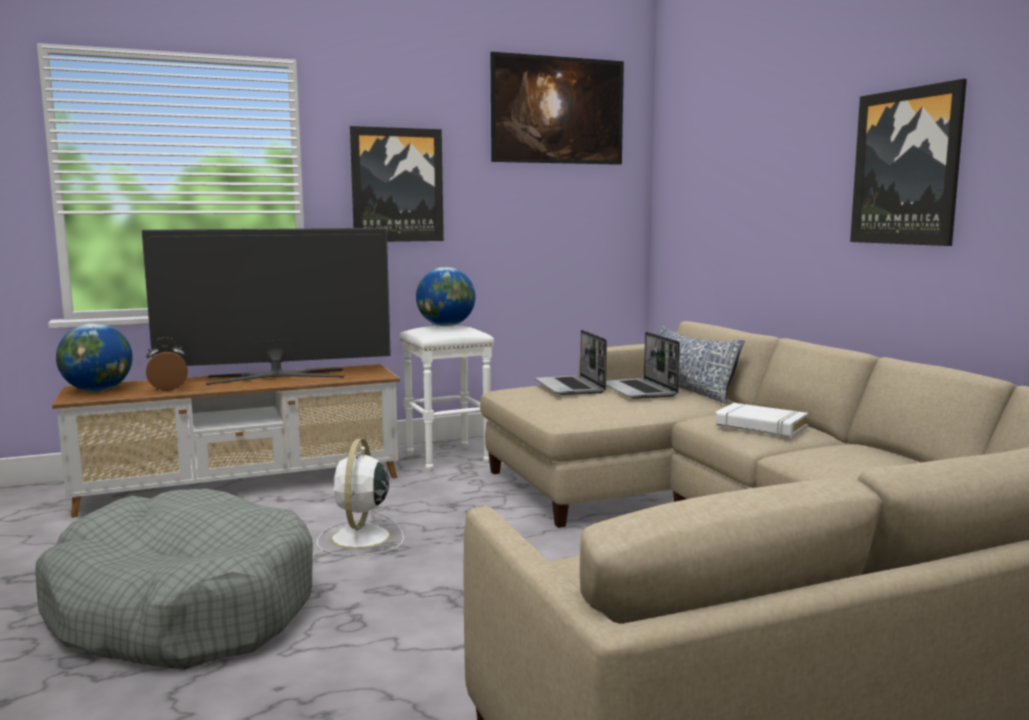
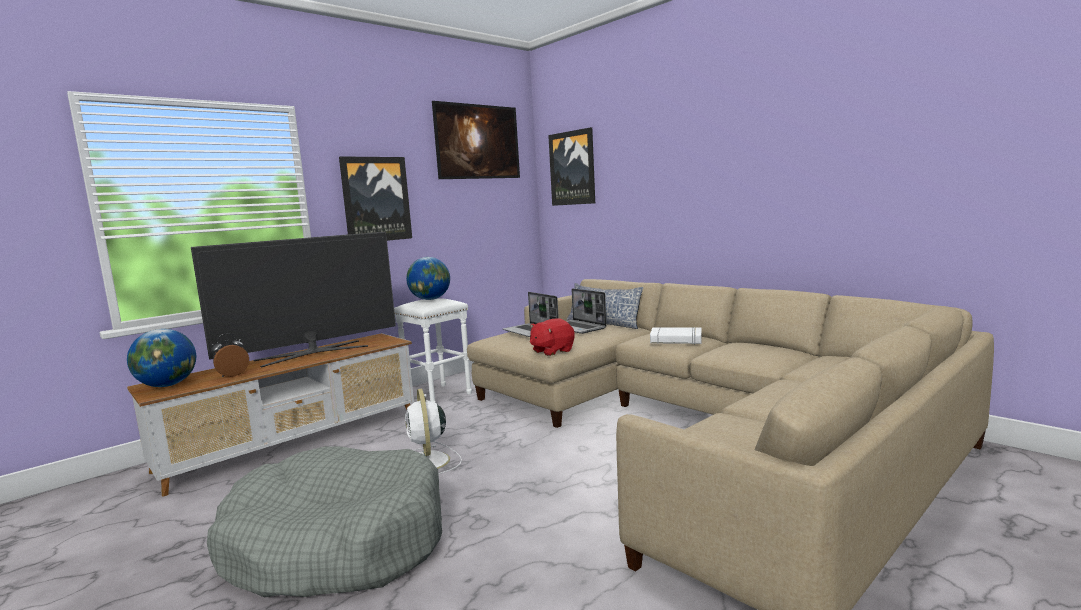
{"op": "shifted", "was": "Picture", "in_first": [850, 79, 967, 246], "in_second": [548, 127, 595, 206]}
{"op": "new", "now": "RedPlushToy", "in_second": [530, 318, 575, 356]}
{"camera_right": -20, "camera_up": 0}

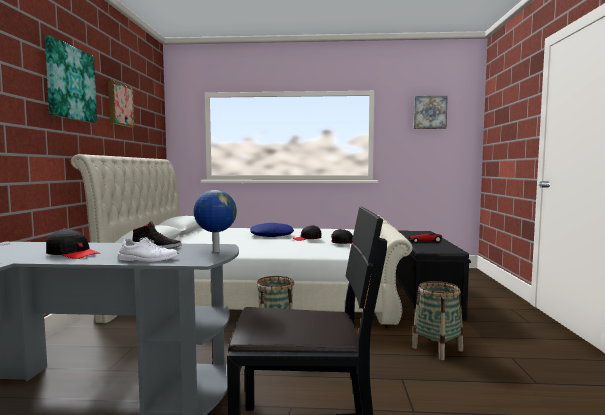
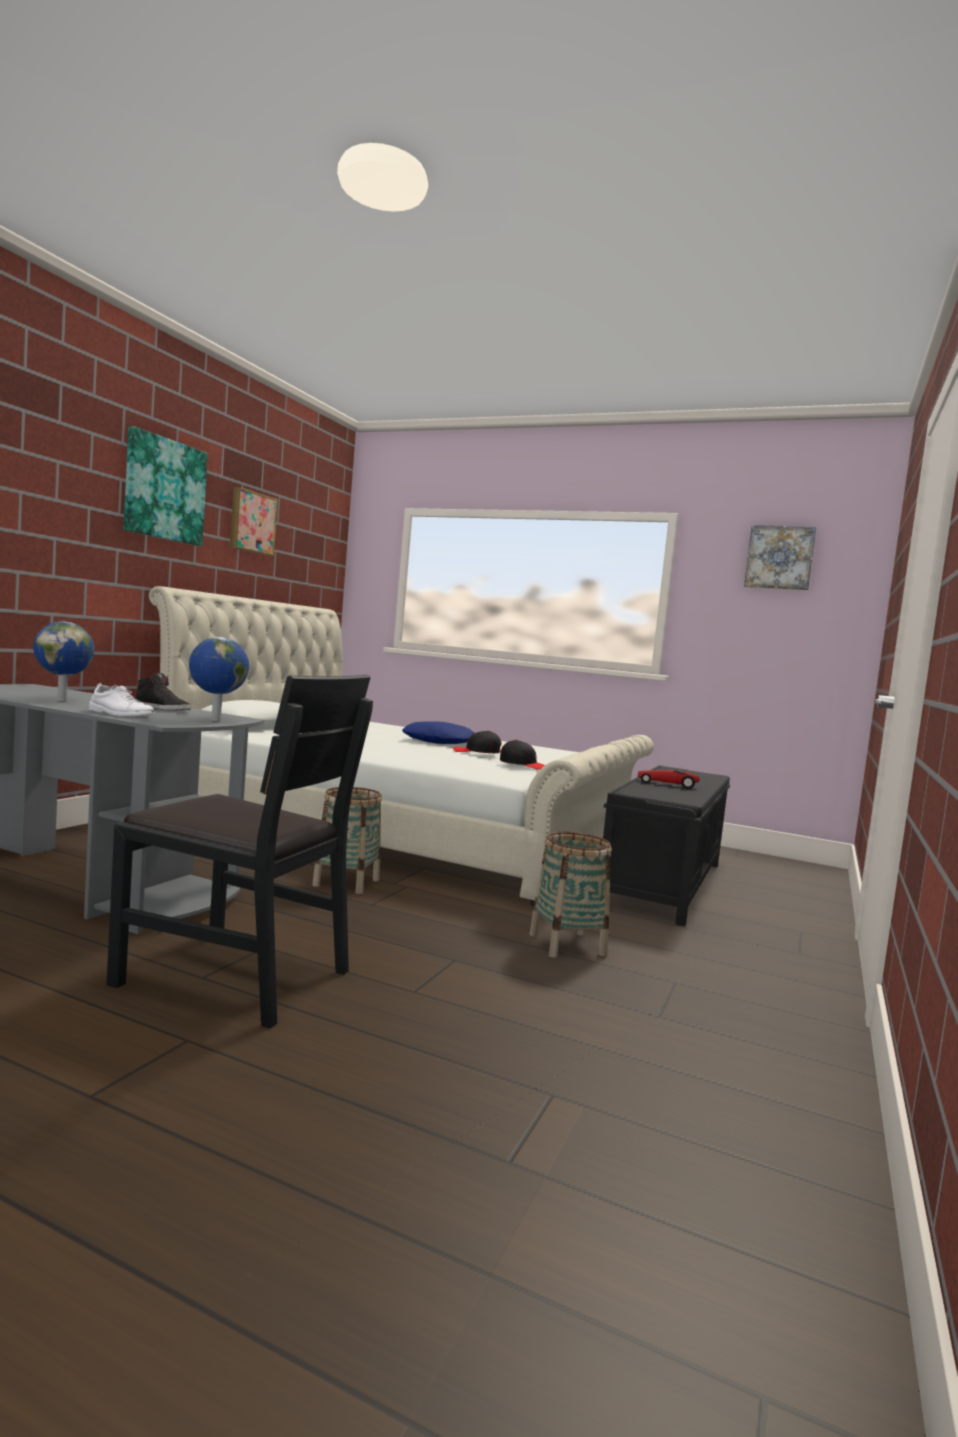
{"op": "swapped", "was": "BlackCap", "now": "Globe", "in_first": [46, 229, 100, 259], "in_second": [33, 621, 95, 701]}
{"camera_right": 20, "camera_up": 0}

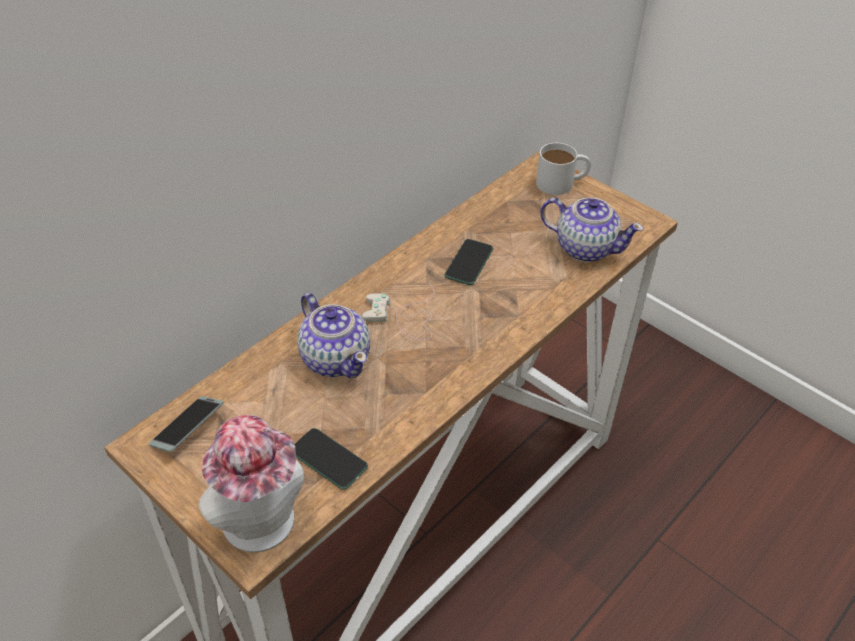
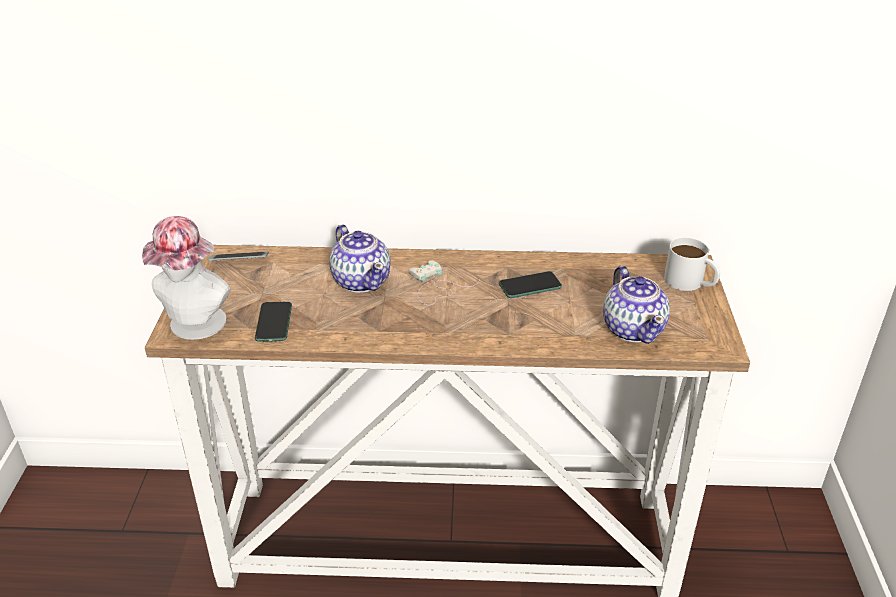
{"op": "rotated", "was": "Teapot", "in_first": [298, 293, 370, 378], "in_second": [329, 224, 390, 293], "clockwise": -45}
{"camera_right": 50, "camera_up": -10}

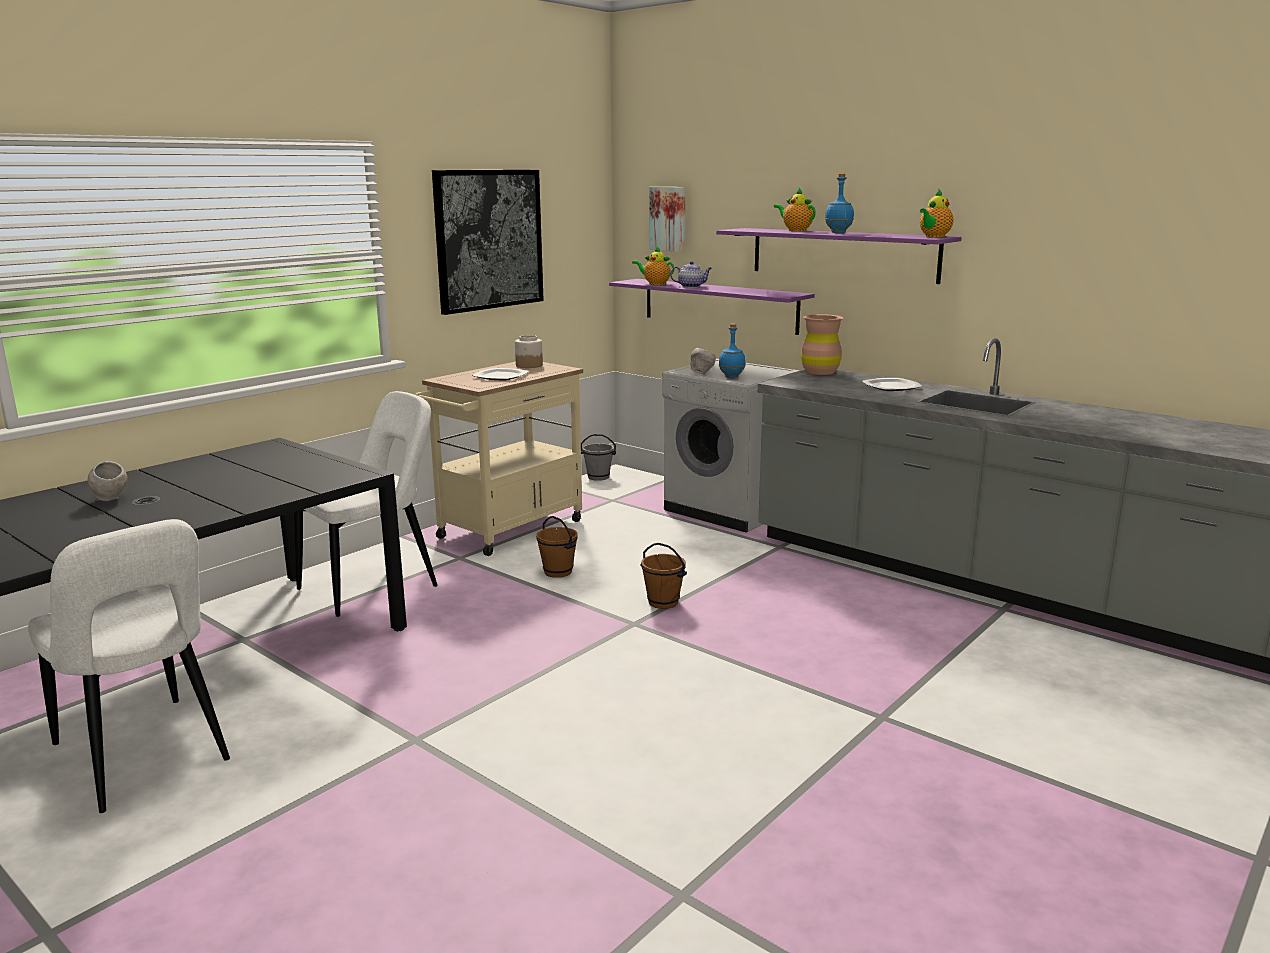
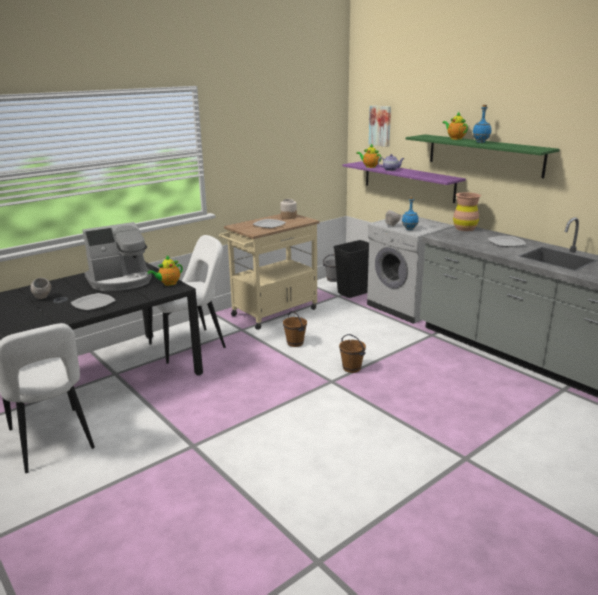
{"op": "gone", "was": "Picture", "in_first": [432, 170, 544, 315]}
{"op": "repainted", "was": "PurpleShelf", "now": "GreenShelf", "in_first": [716, 228, 962, 284], "in_second": [406, 135, 560, 178]}
{"op": "shifted", "was": "Teapot", "in_first": [920, 188, 954, 237], "in_second": [148, 255, 183, 286]}
{"op": "new", "now": "Plate", "in_second": [71, 293, 116, 311]}
{"op": "new", "now": "CoffeeMachine", "in_second": [82, 222, 152, 291]}
{"op": "new", "now": "BlackTrashCan", "in_second": [333, 240, 369, 298]}
{"camera_right": 10, "camera_up": 5}

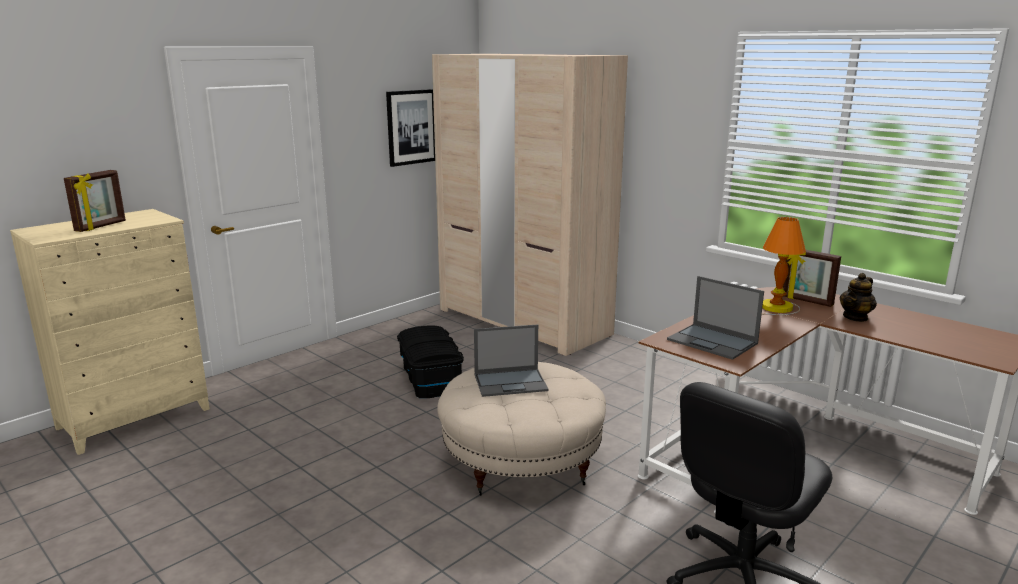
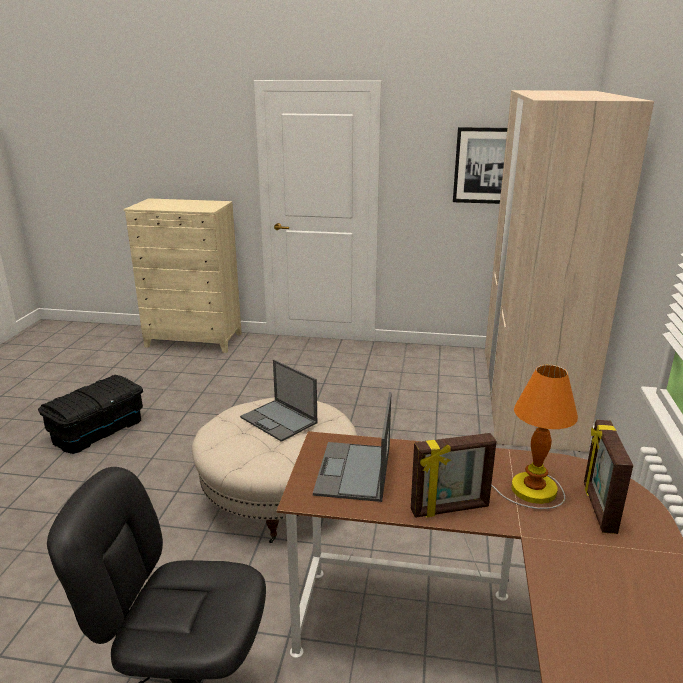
{"op": "shifted", "was": "PictureFrame", "in_first": [64, 170, 126, 232], "in_second": [411, 433, 496, 518]}
{"op": "shifted", "was": "BlackStorageBox", "in_first": [397, 325, 464, 399], "in_second": [38, 375, 143, 454]}
{"op": "gone", "was": "Teapot", "in_first": [840, 273, 877, 322]}
{"camera_right": 55, "camera_up": 5}

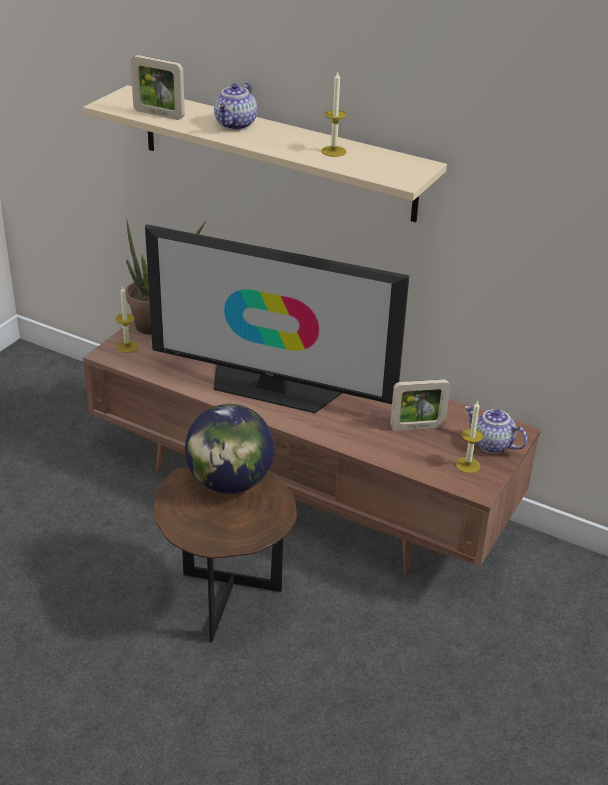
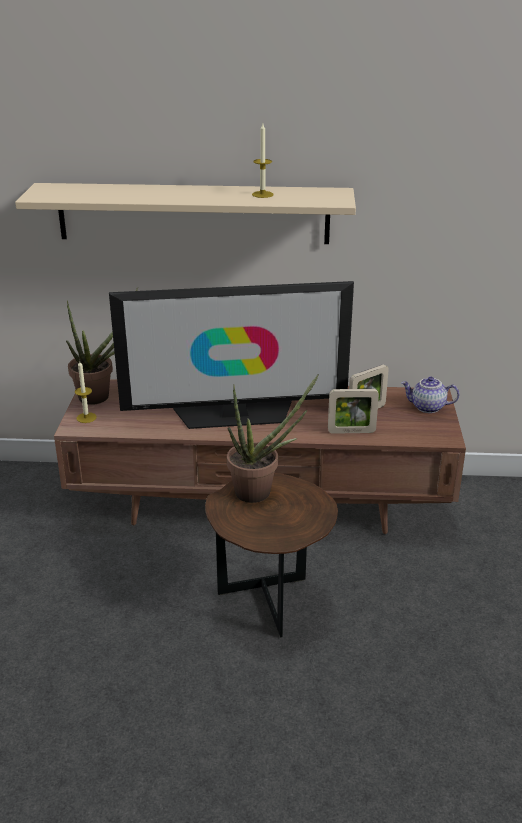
{"op": "shifted", "was": "PictureFrame", "in_first": [130, 55, 185, 120], "in_second": [328, 389, 379, 434]}
{"op": "swapped", "was": "Globe", "now": "PottedPlant", "in_first": [185, 404, 274, 494], "in_second": [227, 374, 319, 503]}
{"op": "gone", "was": "Teapot", "in_first": [214, 83, 257, 130]}
{"op": "gone", "was": "Candle", "in_first": [456, 400, 483, 473]}
{"camera_right": -25, "camera_up": -5}

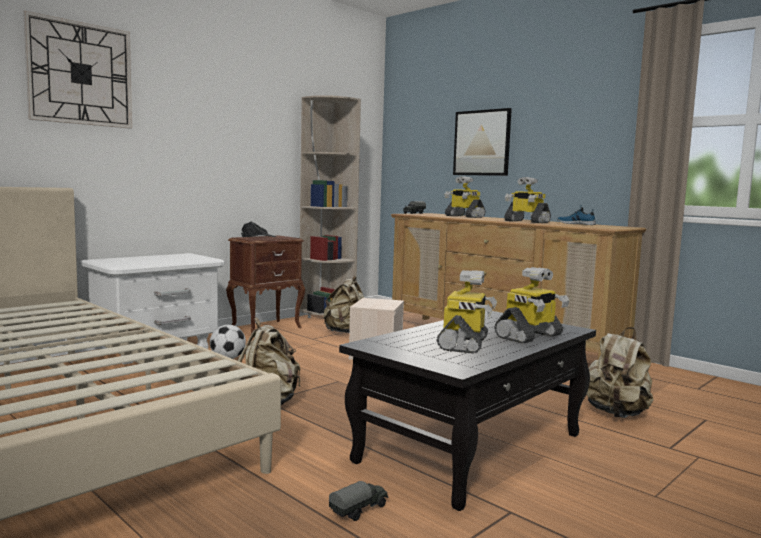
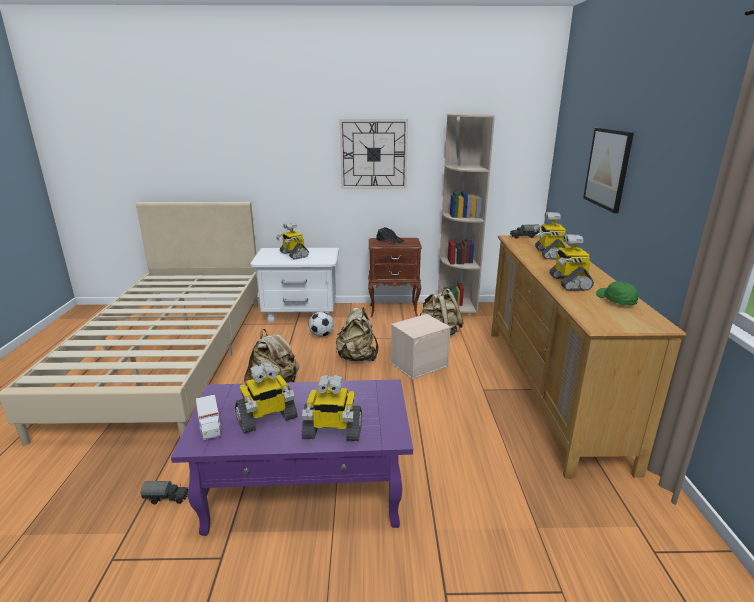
{"op": "shifted", "was": "WallClock", "in_first": [23, 11, 132, 129], "in_second": [339, 119, 408, 189]}
{"op": "repainted", "was": "BlackCoffeeTable", "now": "PurpleCoffeeTable", "in_first": [339, 310, 596, 511], "in_second": [171, 379, 413, 536]}
{"op": "swapped", "was": "Shoe", "now": "GreenCap", "in_first": [557, 205, 596, 225], "in_second": [596, 281, 639, 306]}
{"op": "shifted", "was": "BeigeBackpack", "in_first": [586, 327, 654, 418], "in_second": [336, 307, 378, 361]}
{"op": "new", "now": "ToyTruck", "in_second": [196, 394, 221, 440]}
{"op": "new", "now": "ToyRobot", "in_second": [276, 223, 309, 259]}
{"camera_right": 45, "camera_up": 15}

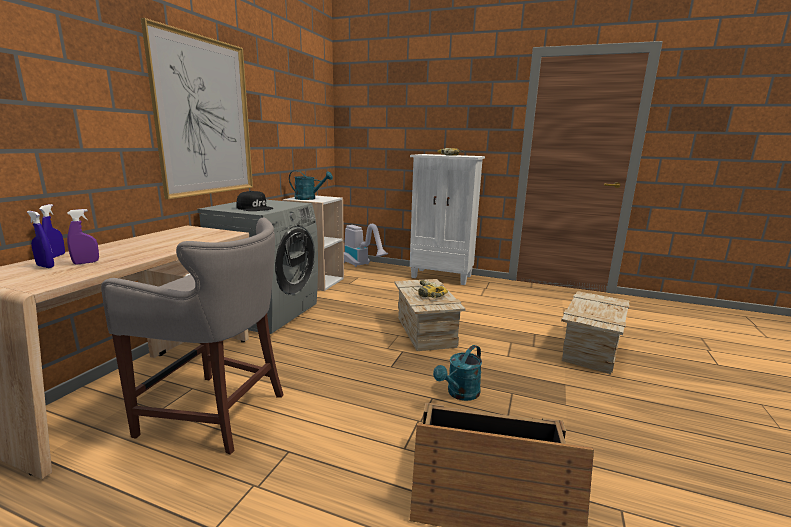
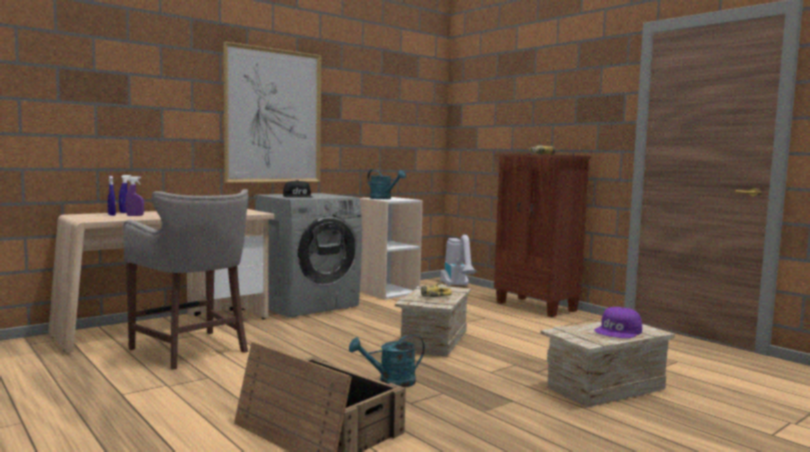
{"op": "repainted", "was": "WhiteCabinet", "now": "BrownCabinet", "in_first": [410, 154, 485, 285], "in_second": [494, 154, 592, 317]}
{"op": "new", "now": "PurpleCap", "in_second": [594, 307, 642, 338]}
{"camera_right": 30, "camera_up": -10}

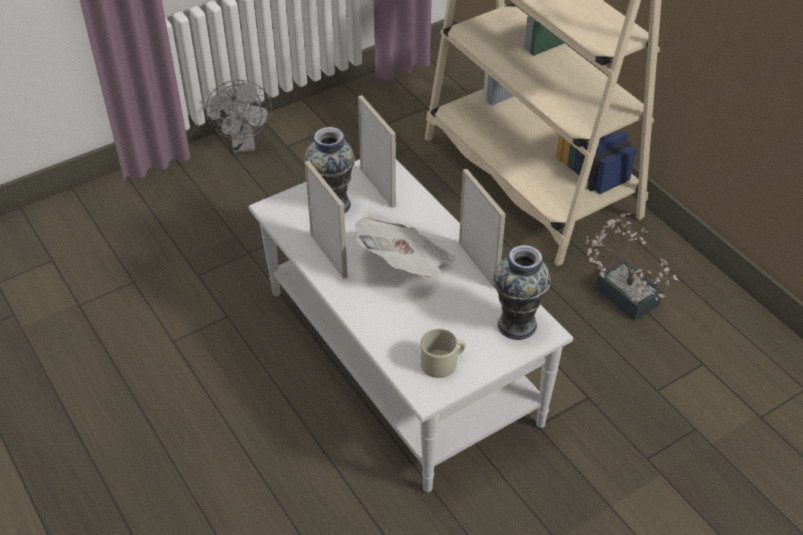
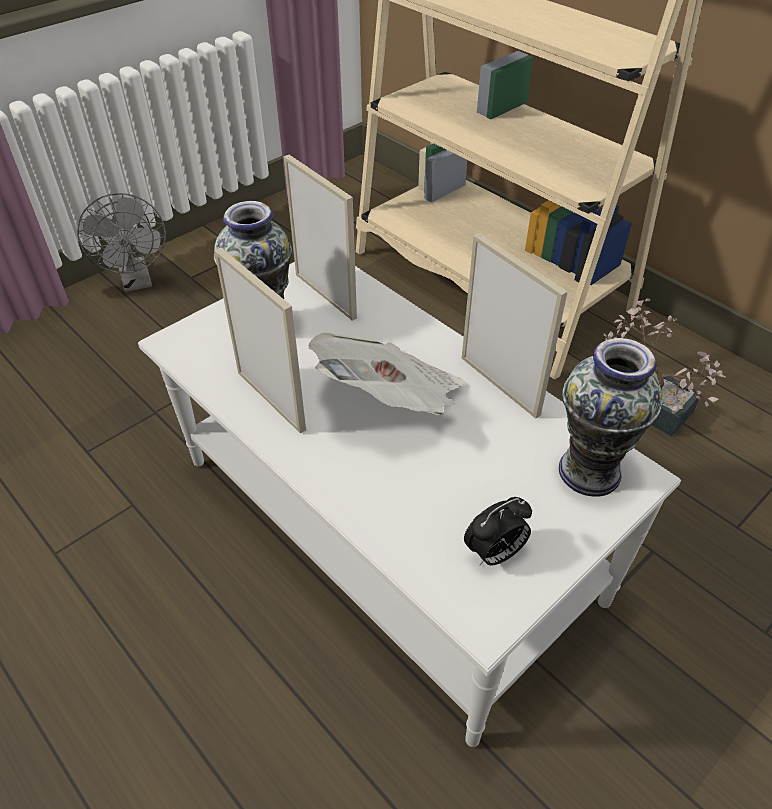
{"op": "swapped", "was": "BeigeMug", "now": "AlarmClock", "in_first": [420, 329, 466, 378], "in_second": [464, 497, 532, 566]}
{"camera_right": -10, "camera_up": 0}

